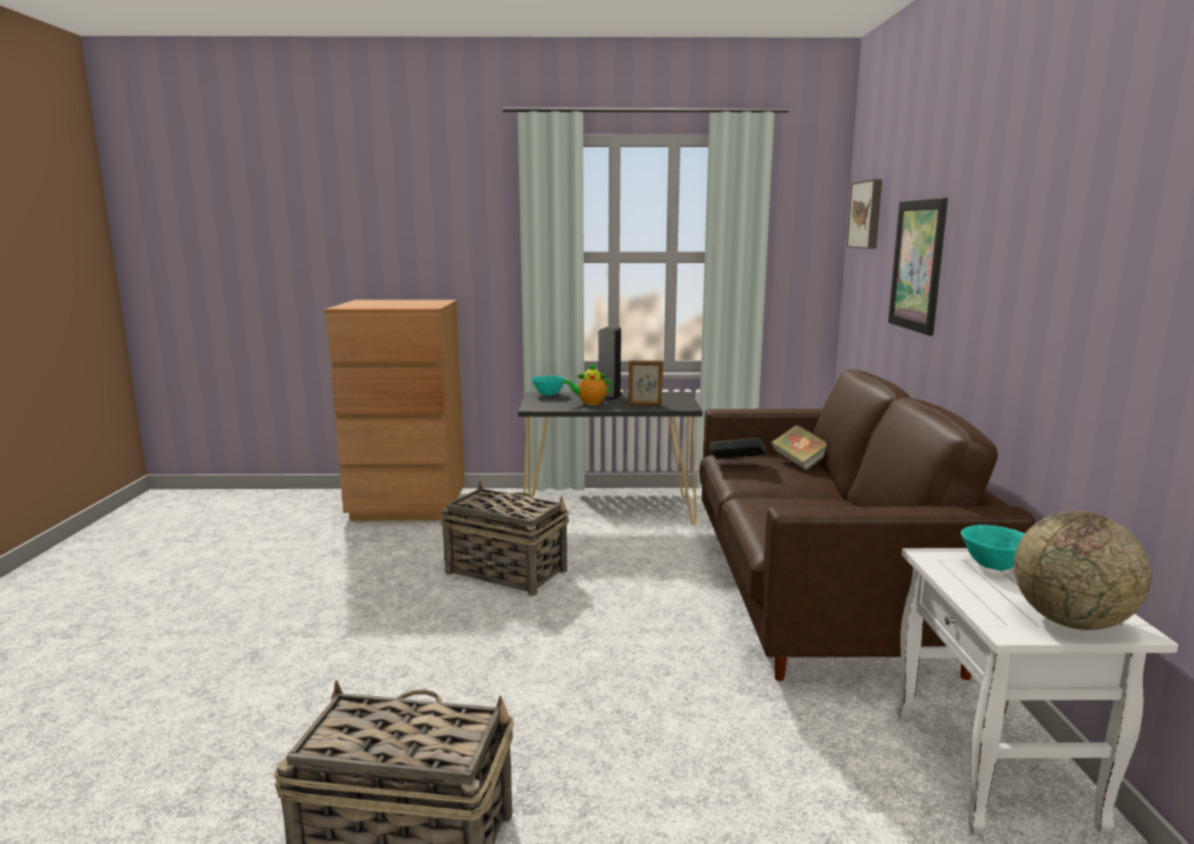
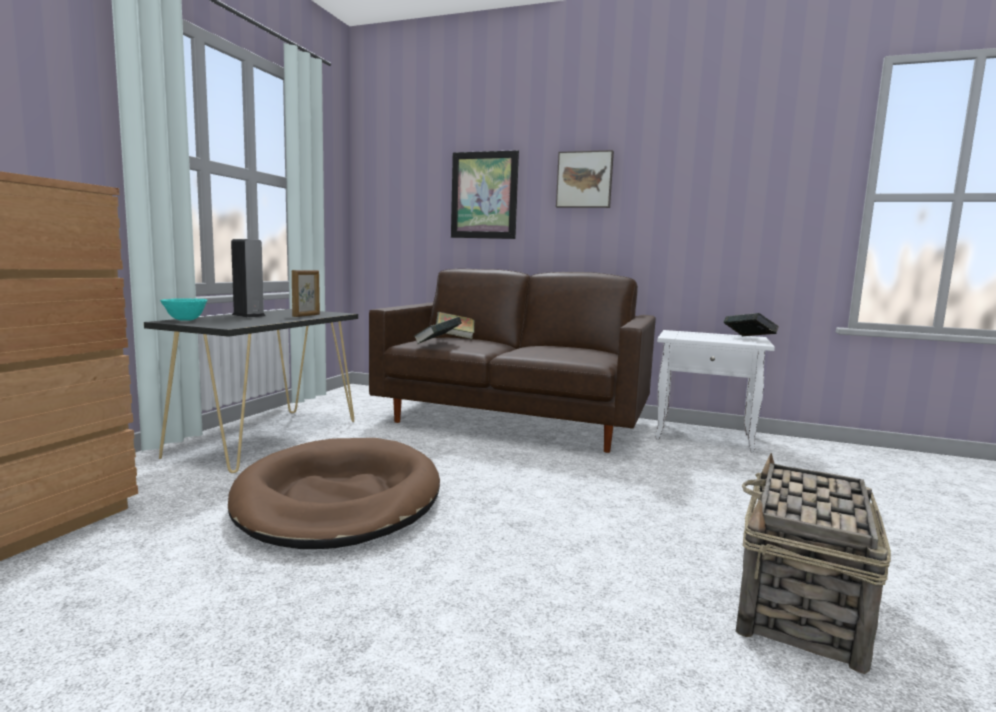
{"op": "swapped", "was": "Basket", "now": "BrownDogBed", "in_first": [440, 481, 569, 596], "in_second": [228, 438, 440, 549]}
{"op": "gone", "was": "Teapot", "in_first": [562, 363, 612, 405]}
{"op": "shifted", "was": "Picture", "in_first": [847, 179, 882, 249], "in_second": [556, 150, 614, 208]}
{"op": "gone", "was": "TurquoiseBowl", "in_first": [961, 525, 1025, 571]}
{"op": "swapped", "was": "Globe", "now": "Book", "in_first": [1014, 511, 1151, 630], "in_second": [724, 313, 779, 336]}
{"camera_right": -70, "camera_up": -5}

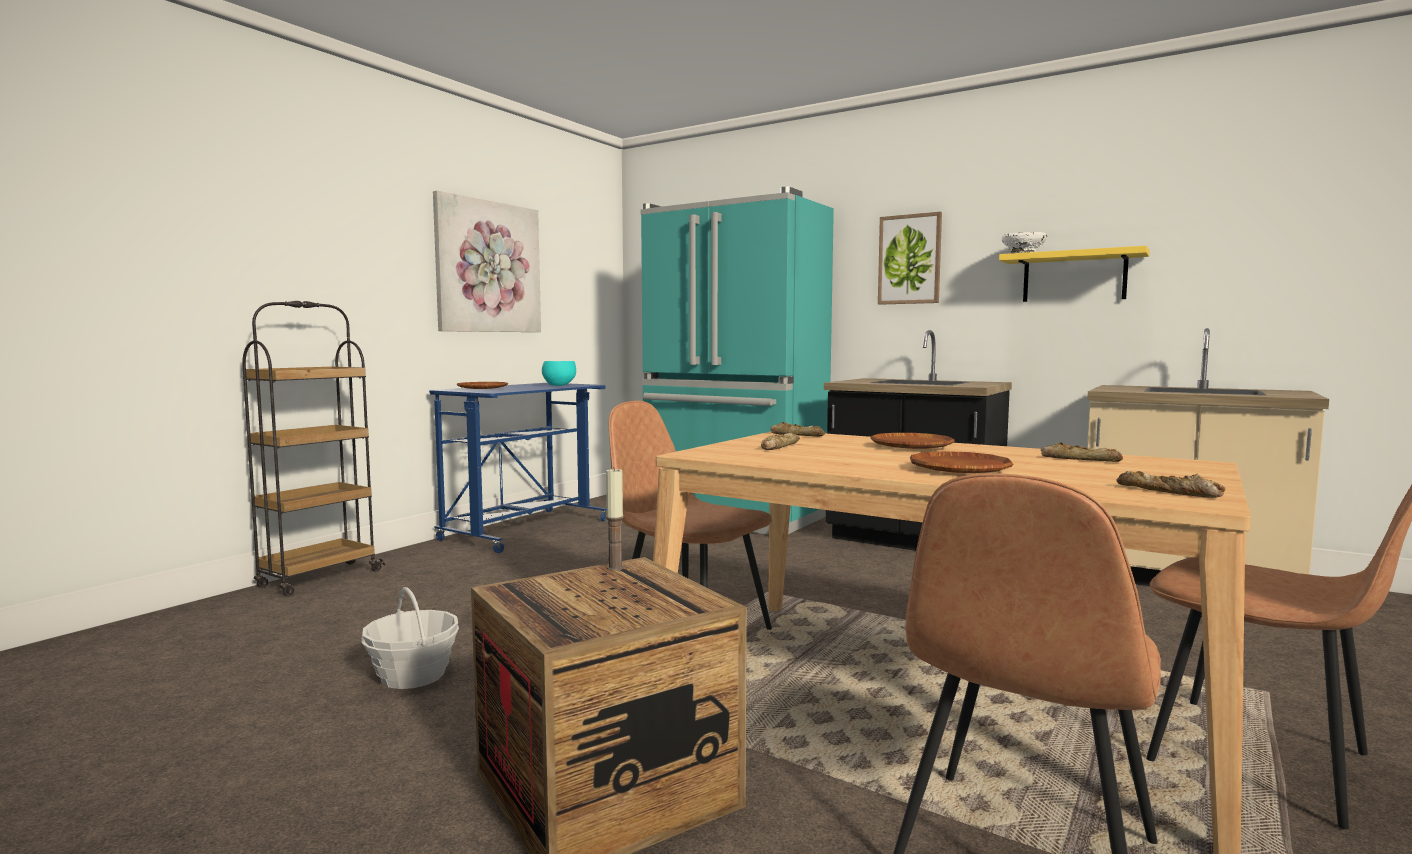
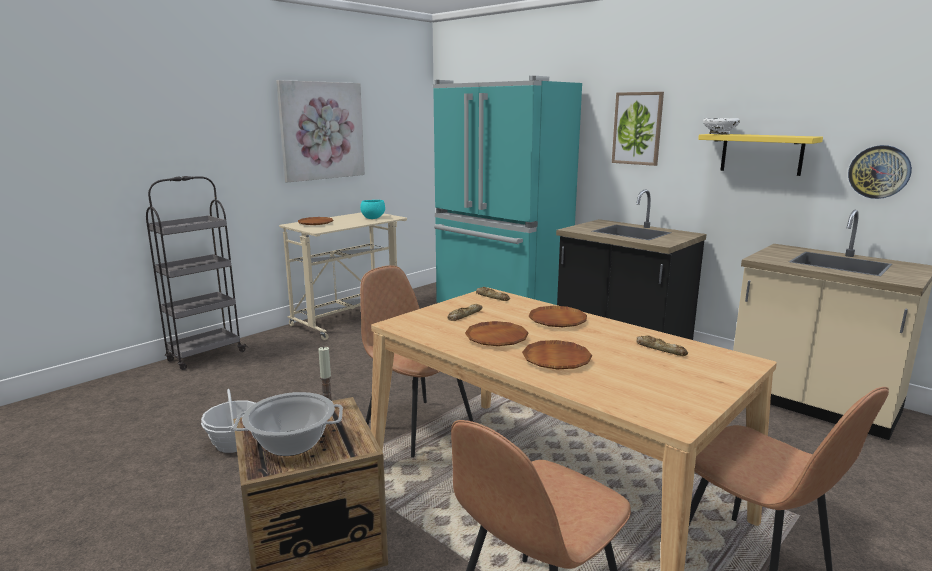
{"op": "repainted", "was": "BrownCart", "now": "GreyCart", "in_first": [242, 301, 385, 596], "in_second": [146, 176, 248, 370]}
{"op": "repainted", "was": "BlueDesk", "now": "BeigeDesk", "in_first": [429, 383, 607, 553], "in_second": [279, 212, 407, 340]}
{"op": "gone", "was": "Bread", "in_first": [1116, 471, 1226, 498]}
{"op": "new", "now": "CookingPot", "in_second": [233, 392, 343, 456]}
{"op": "new", "now": "BrownPlate", "in_second": [465, 321, 528, 346]}
{"op": "new", "now": "WallClock", "in_second": [848, 145, 912, 199]}
{"camera_right": 10, "camera_up": 10}

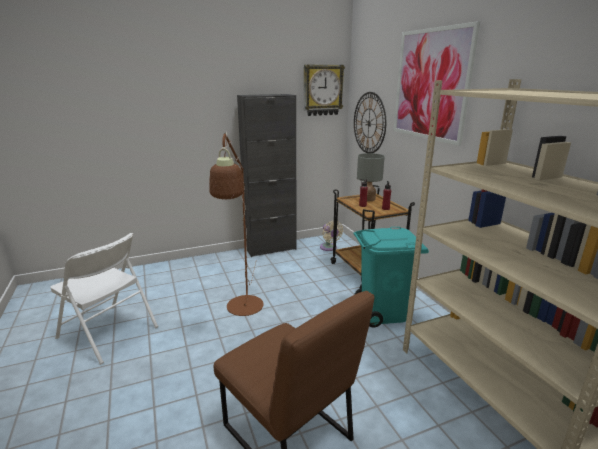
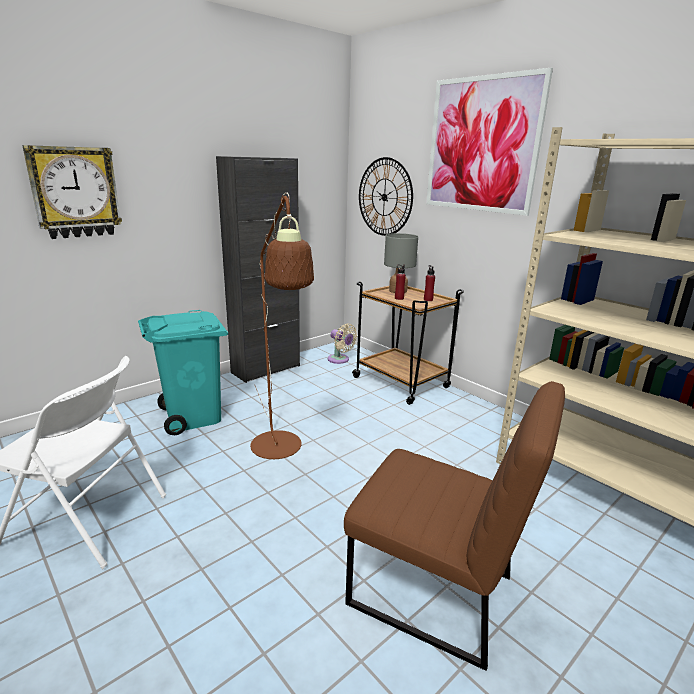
{"op": "shifted", "was": "WallClock", "in_first": [304, 64, 345, 116], "in_second": [22, 145, 122, 239]}
{"op": "shifted", "was": "TurquoiseTrashCan", "in_first": [353, 227, 429, 328], "in_second": [138, 310, 228, 435]}
{"camera_right": -20, "camera_up": 0}

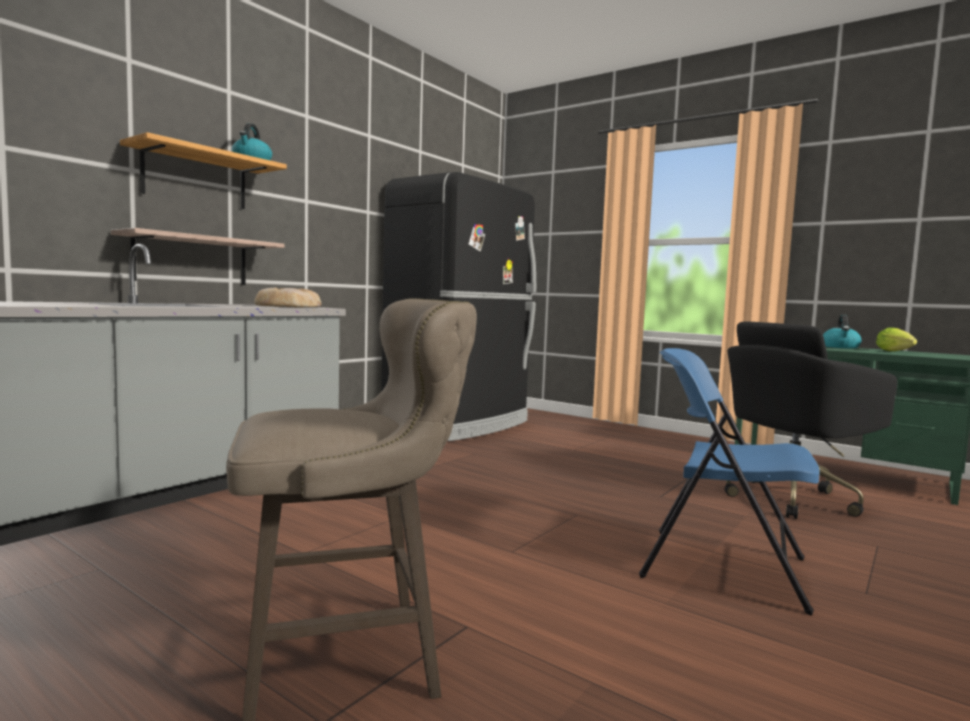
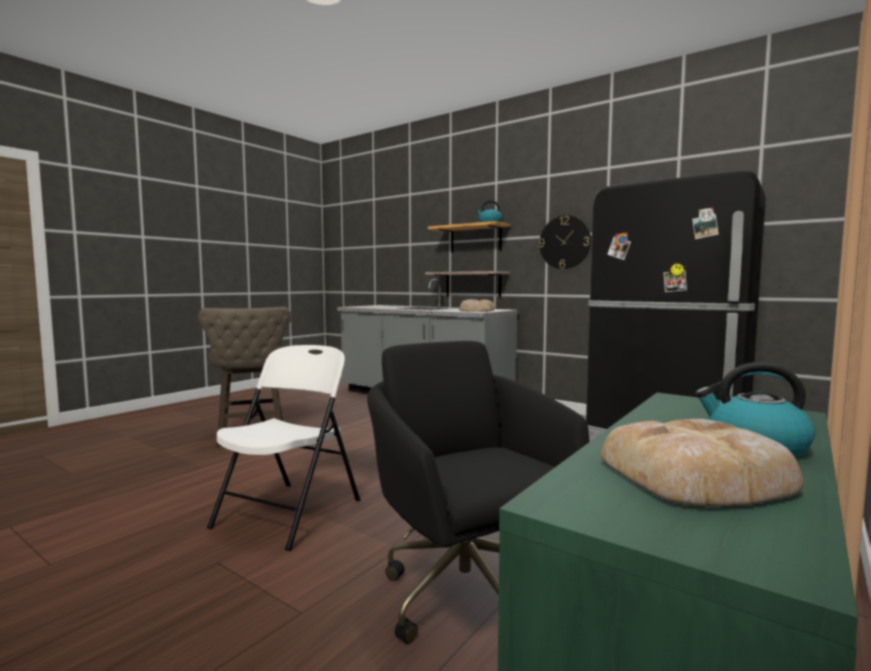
{"op": "repainted", "was": "BlueChair", "now": "WhiteChair", "in_first": [639, 348, 820, 615], "in_second": [207, 345, 360, 551]}
{"op": "swapped", "was": "Lettuce", "now": "Bread", "in_first": [876, 327, 917, 351], "in_second": [601, 419, 804, 506]}
{"op": "new", "now": "WallClock", "in_second": [539, 215, 591, 269]}
{"camera_right": 90, "camera_up": 0}

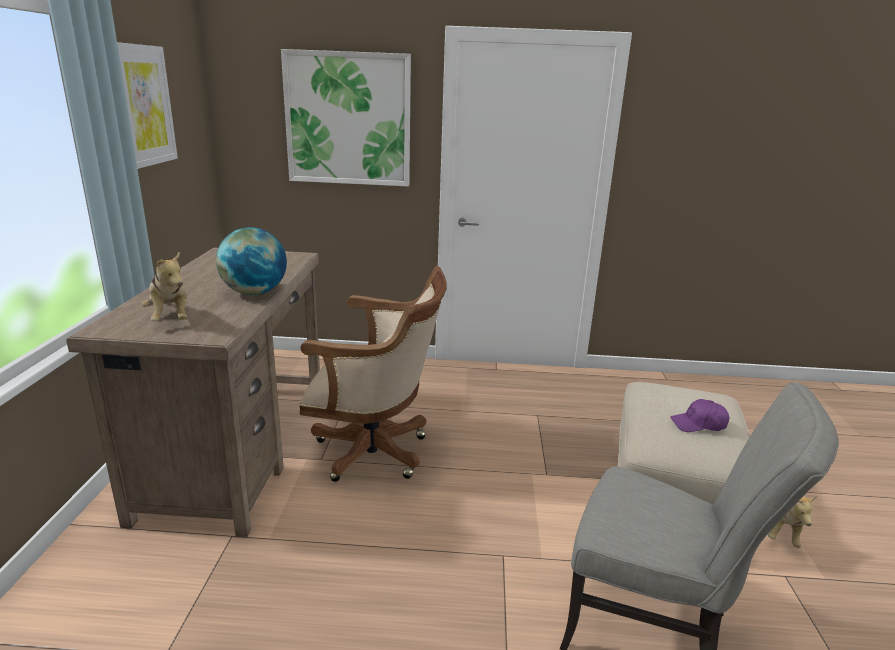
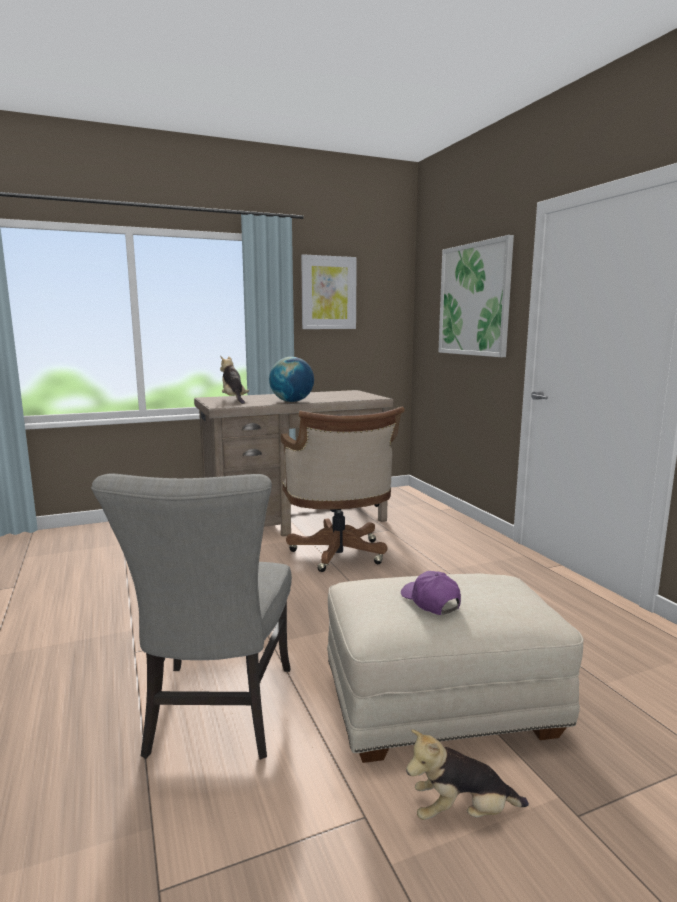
{"op": "rotated", "was": "PlushToy", "in_first": [141, 252, 188, 321], "in_second": [220, 356, 249, 404], "clockwise": 120}
{"camera_right": 65, "camera_up": -10}

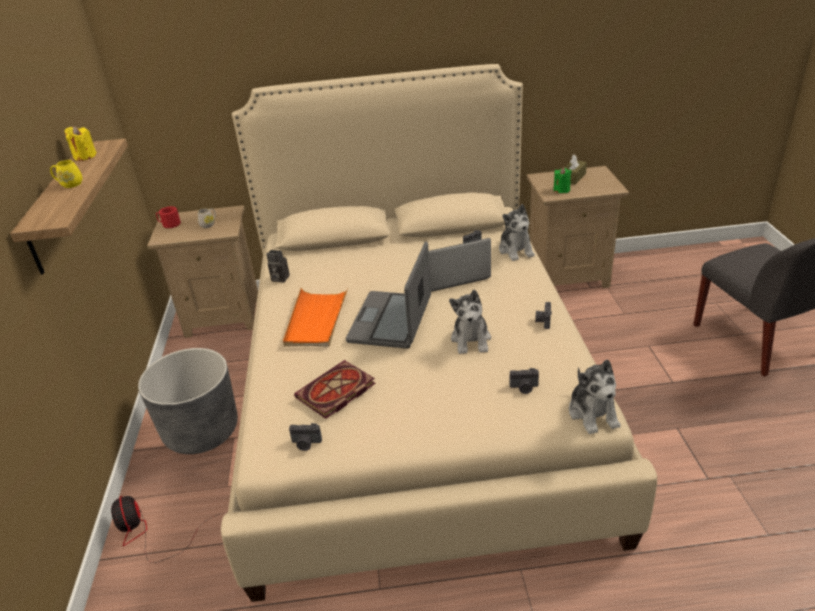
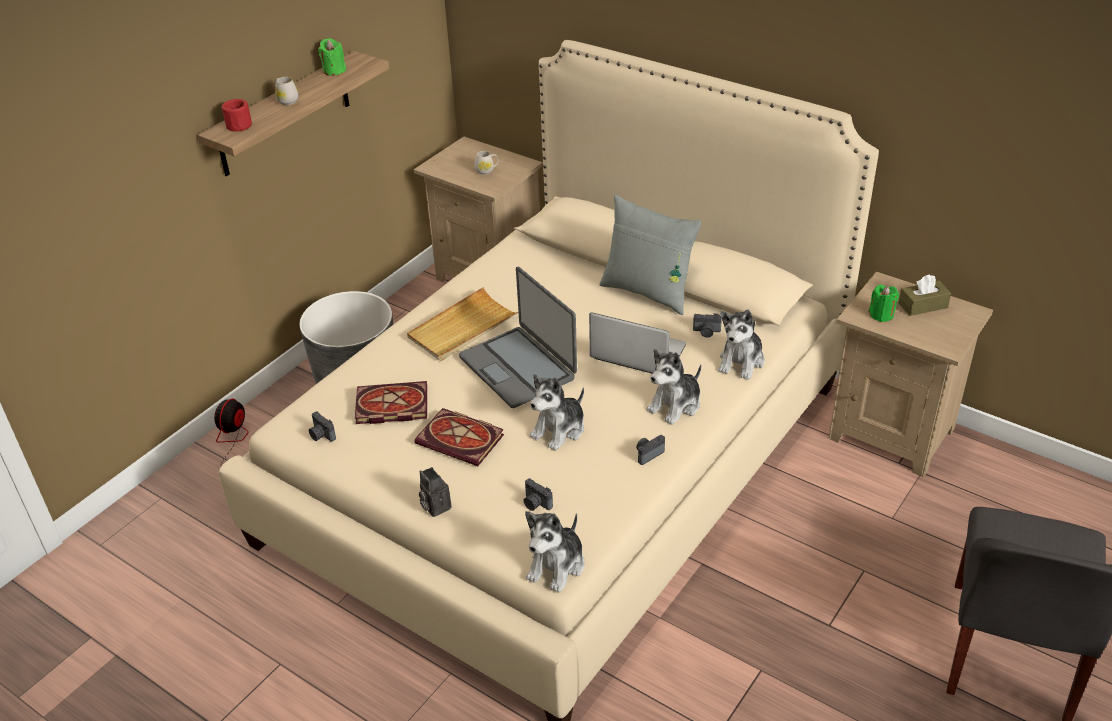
{"op": "repainted", "was": "YellowMug", "now": "WhiteMug", "in_first": [50, 160, 83, 188], "in_second": [275, 77, 298, 105]}
{"op": "repainted", "was": "YellowCandle", "now": "GreenCandle", "in_first": [65, 126, 97, 161], "in_second": [318, 38, 346, 76]}
{"op": "shifted", "was": "RedMug", "in_first": [156, 206, 181, 228], "in_second": [222, 99, 252, 132]}
{"op": "shifted", "was": "PhotoCamera", "in_first": [266, 250, 290, 282], "in_second": [419, 467, 452, 517]}
{"op": "repainted", "was": "OrangeTray", "now": "BeigeTray", "in_first": [283, 288, 348, 347], "in_second": [407, 287, 519, 361]}
{"op": "rotated", "was": "Laptop", "in_first": [346, 241, 431, 349], "in_second": [459, 267, 577, 408], "clockwise": -90}
{"op": "new", "now": "Book", "in_second": [414, 408, 504, 466]}
{"op": "new", "now": "GreyPillow", "in_second": [599, 195, 701, 315]}
{"op": "new", "now": "PlushToy", "in_second": [647, 349, 701, 425]}
{"camera_right": 40, "camera_up": 5}

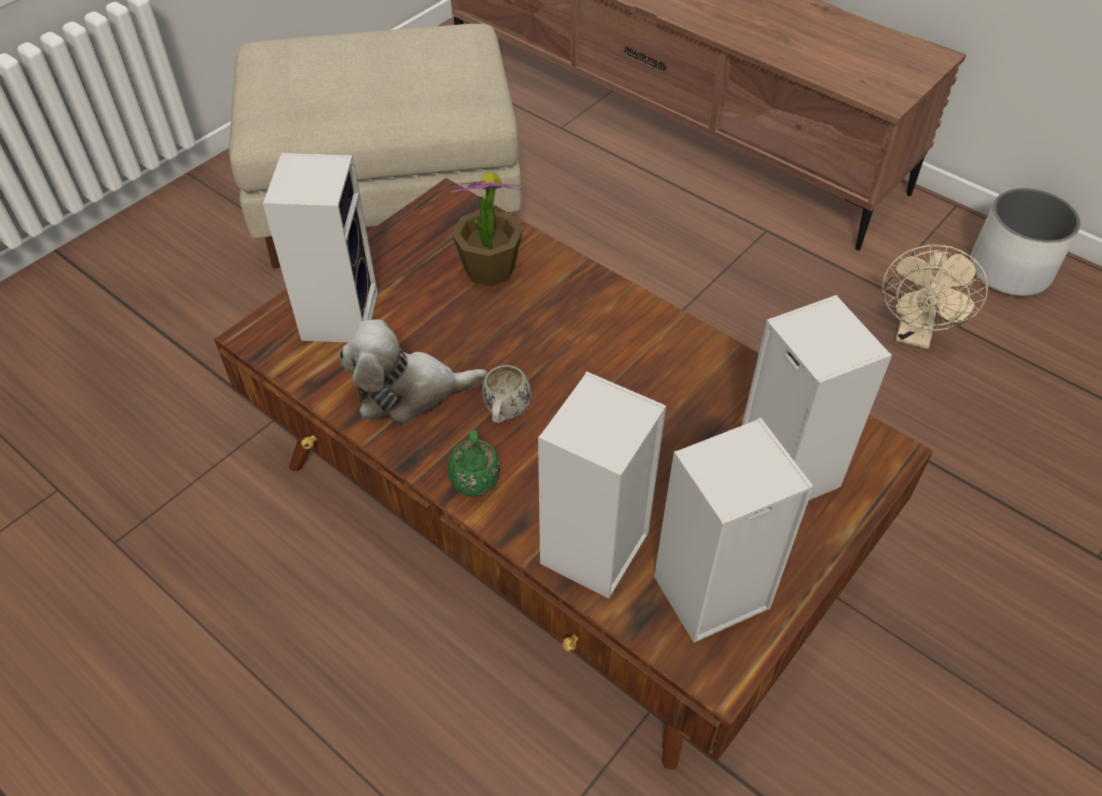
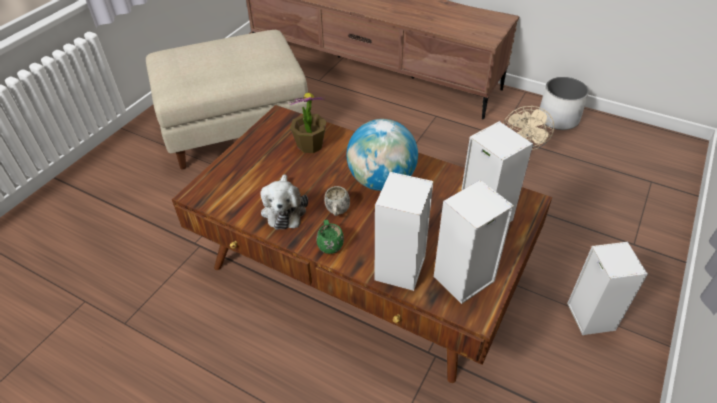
{"op": "shifted", "was": "Speaker", "in_first": [263, 153, 378, 343], "in_second": [567, 242, 648, 335]}
{"op": "rotated", "was": "PlushToy", "in_first": [339, 319, 487, 425], "in_second": [261, 174, 308, 230], "clockwise": -75}
{"op": "new", "now": "Globe", "in_second": [347, 119, 418, 191]}
{"camera_right": -10, "camera_up": -5}

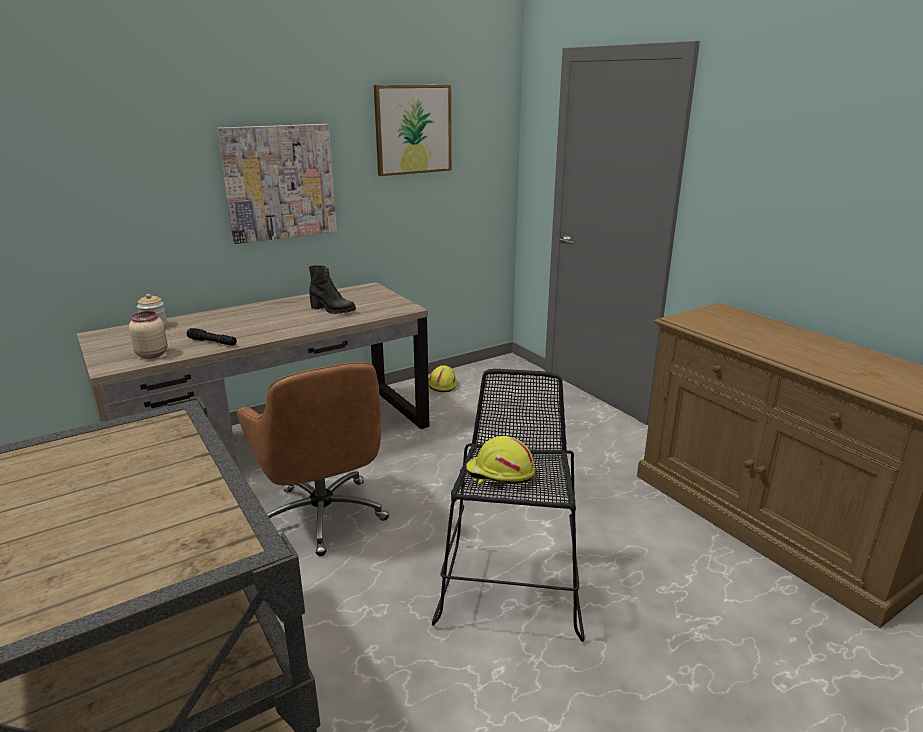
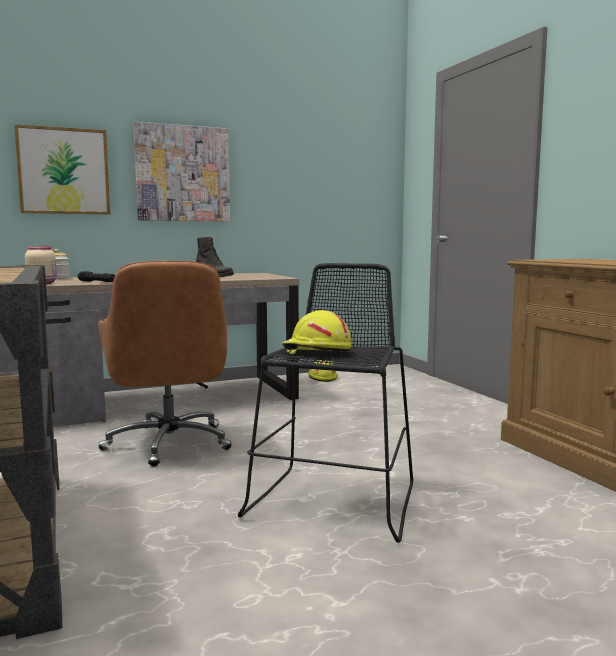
{"op": "shifted", "was": "Picture", "in_first": [374, 85, 452, 176], "in_second": [14, 124, 110, 214]}
{"camera_right": 10, "camera_up": -15}

